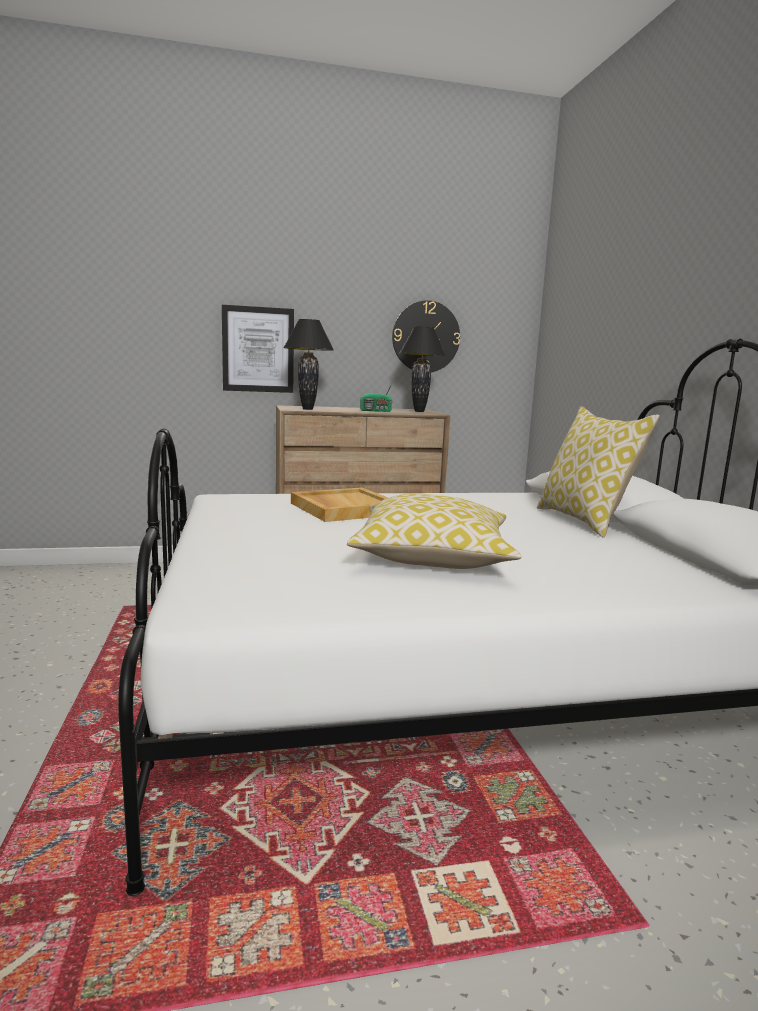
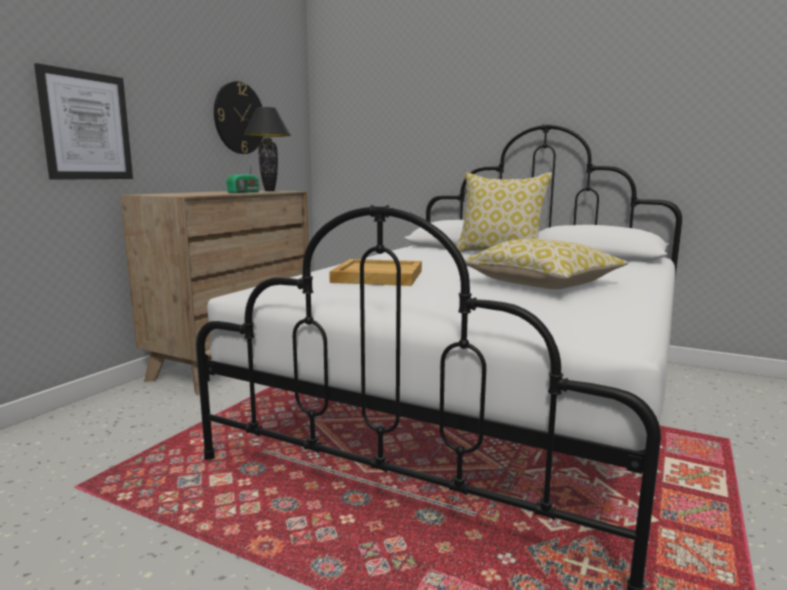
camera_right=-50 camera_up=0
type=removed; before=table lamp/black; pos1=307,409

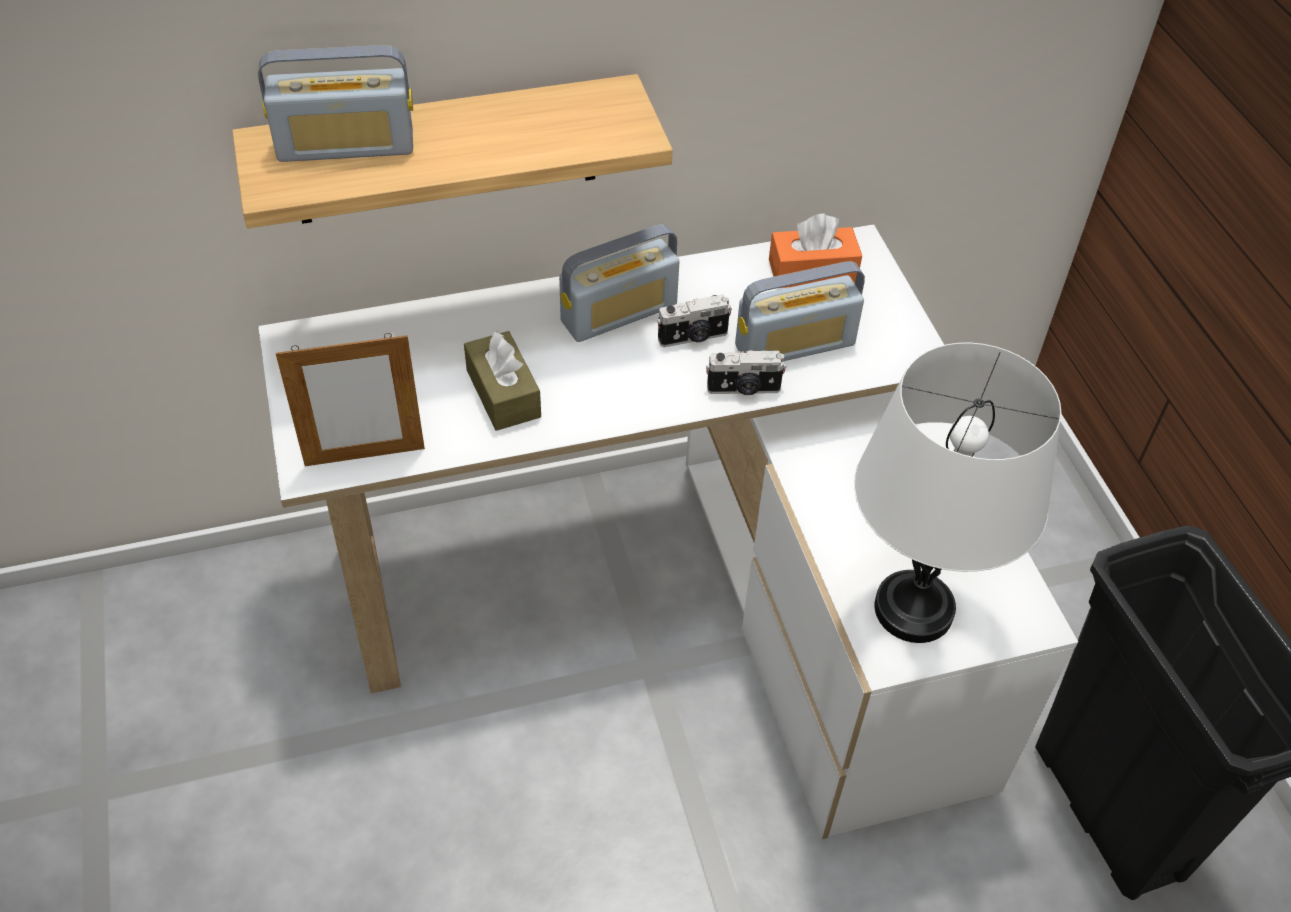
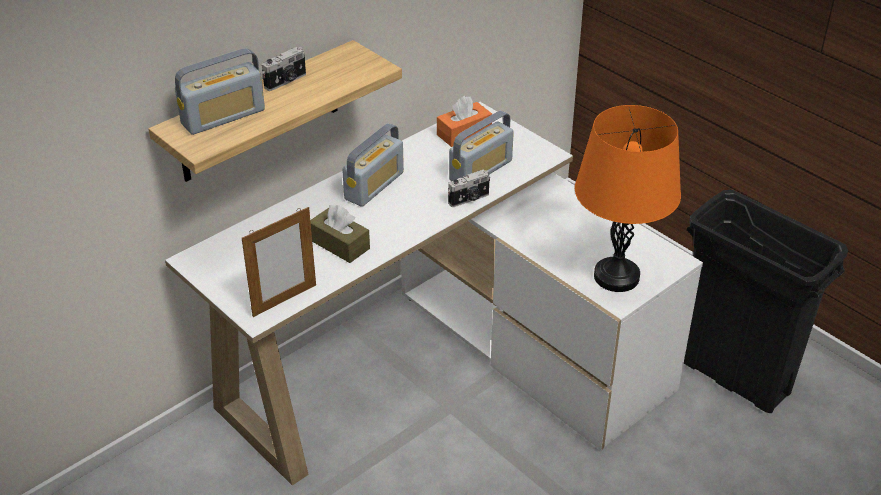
camera_right=-25 camera_up=-10
type=moved; before=photo camera; pos1=693,338; pos2=286,81
type=recoloured; before=table lamp/white-coloured; after=table lamp/orange-coloured; pos1=913,609; pos2=616,277

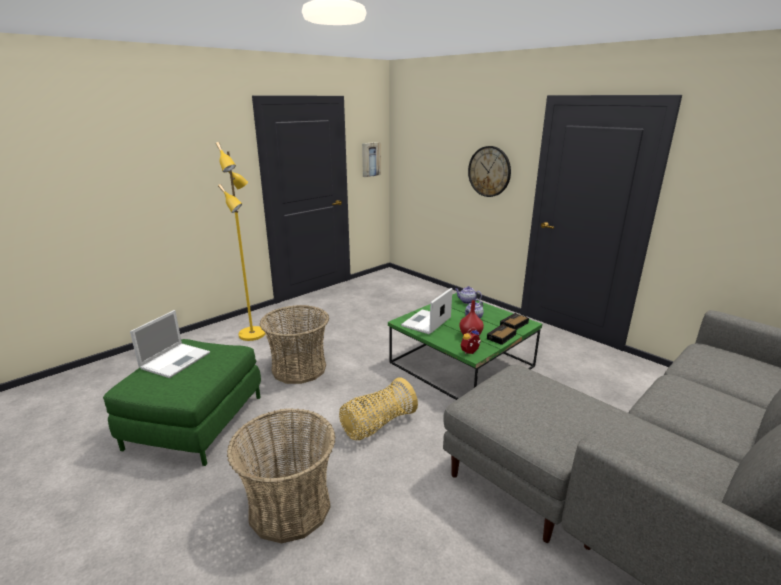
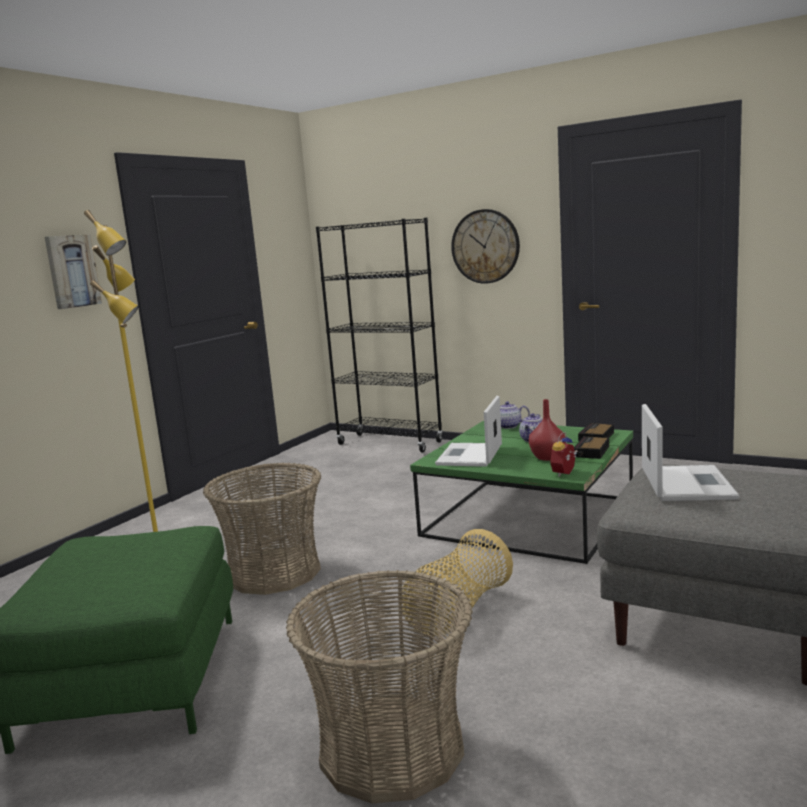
camera_right=-15 camera_up=-10
type=moved; before=wall picture; pos1=370,159; pos2=72,271
type=moved; before=notebook computer; pos1=176,360; pos2=686,483
type=added; after=bookcase/black; pos2=390,443

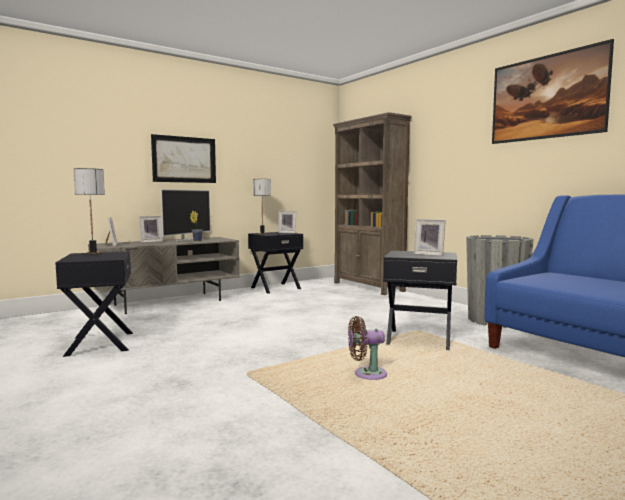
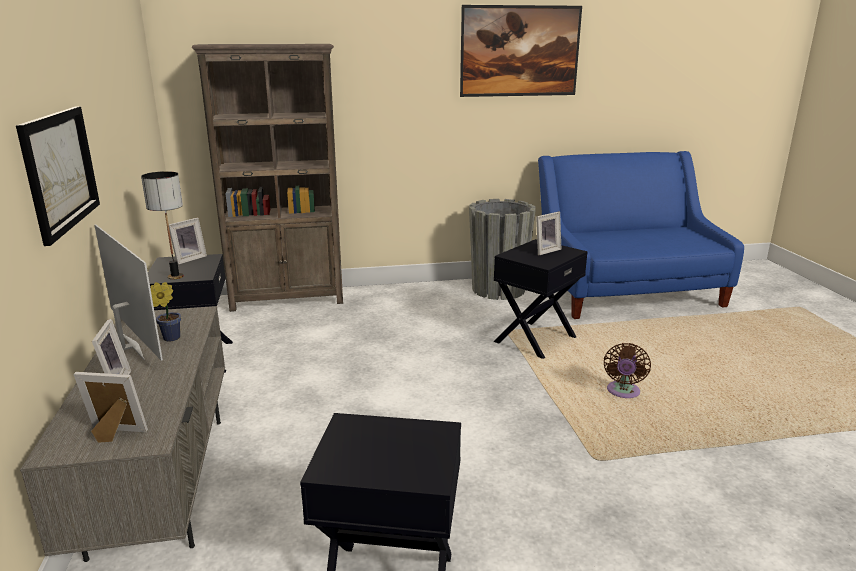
camera_right=-65 camera_up=15
type=removed; before=table lamp; pos1=92,253

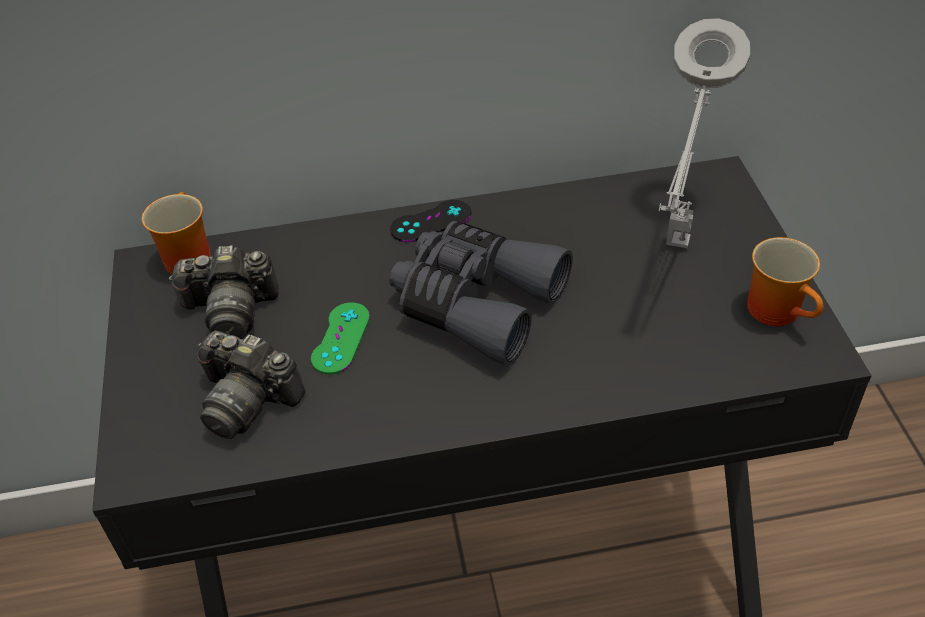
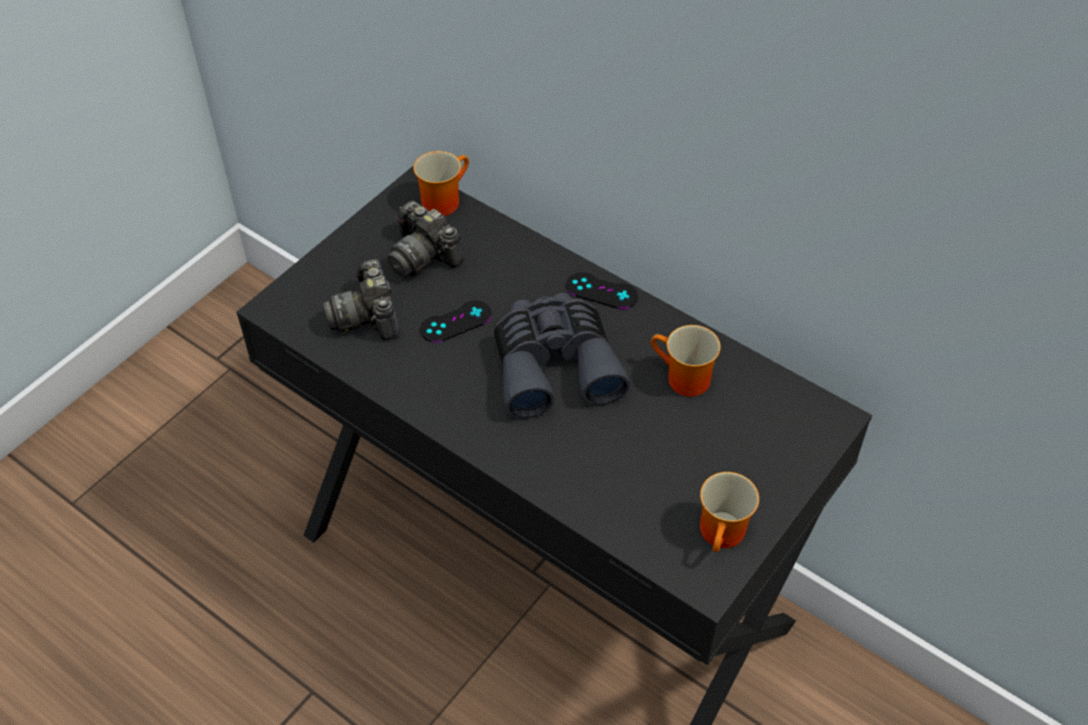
camera_right=45 camera_up=5
type=removed; before=table lamp/gray; pos1=676,248
type=recoloured; before=joypad/green; after=joypad/black; pos1=341,338; pos2=456,322
type=added; after=coffee mug; pos2=682,380

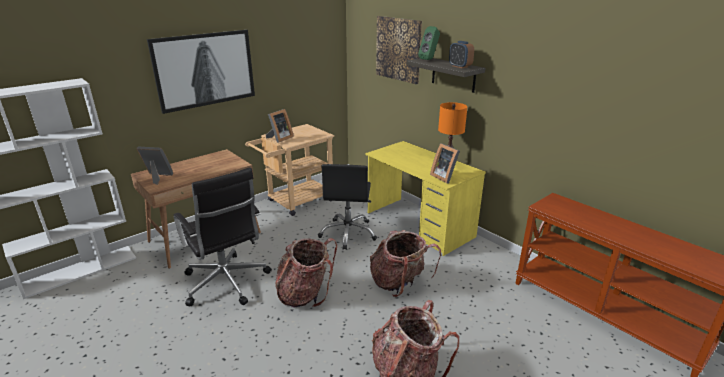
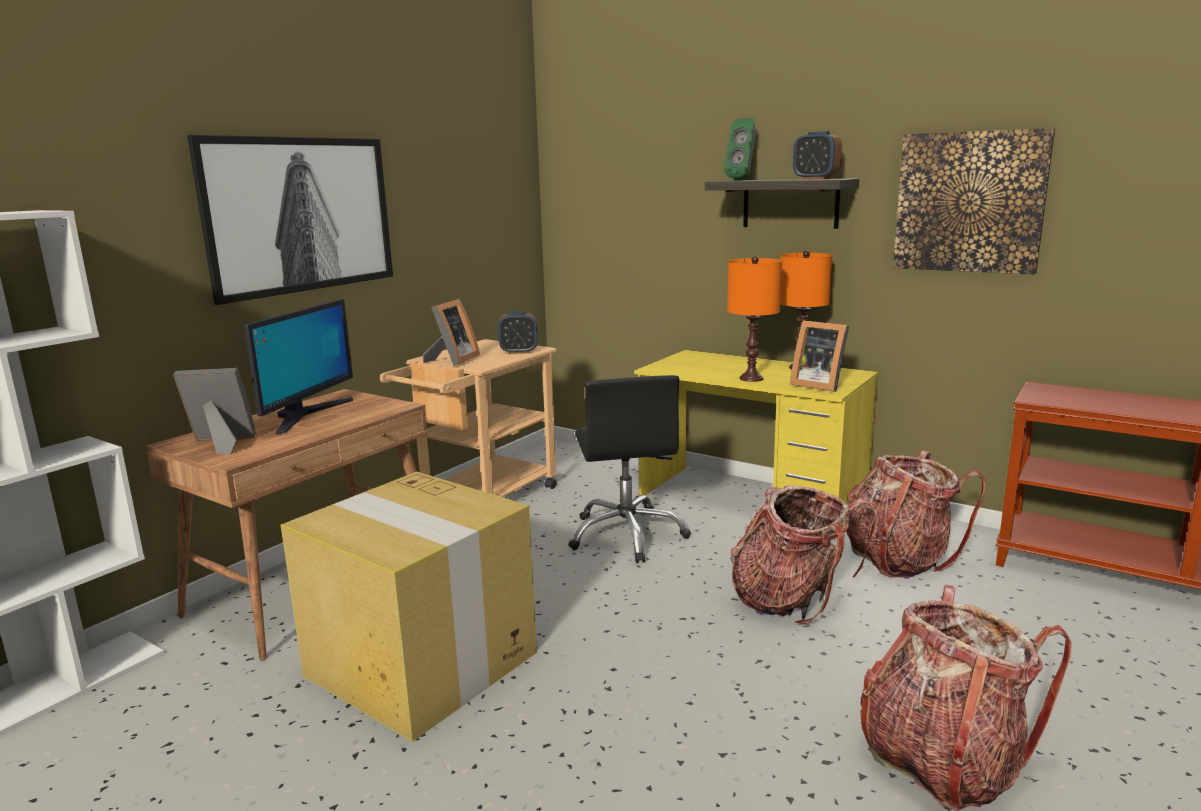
camera_right=-15 camera_up=-10
type=moved; before=wall picture; pos1=398,49; pos2=969,202
type=replaced; before=desk chair/black; after=cardboard box; pos1=226,283; pos2=423,665
type=moved; before=knapsack; pos1=305,294; pos2=899,559
type=added; after=table lamp/orange-coloured; pos2=751,378
type=added; after=monitor; pos2=306,415
type=added; after=alarm clock; pos2=519,352

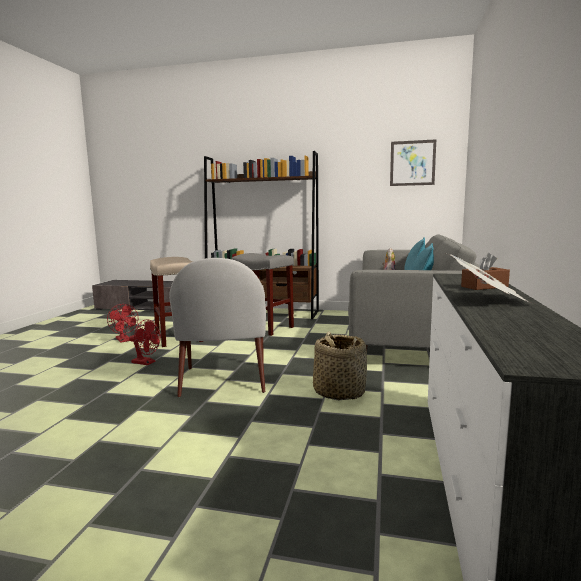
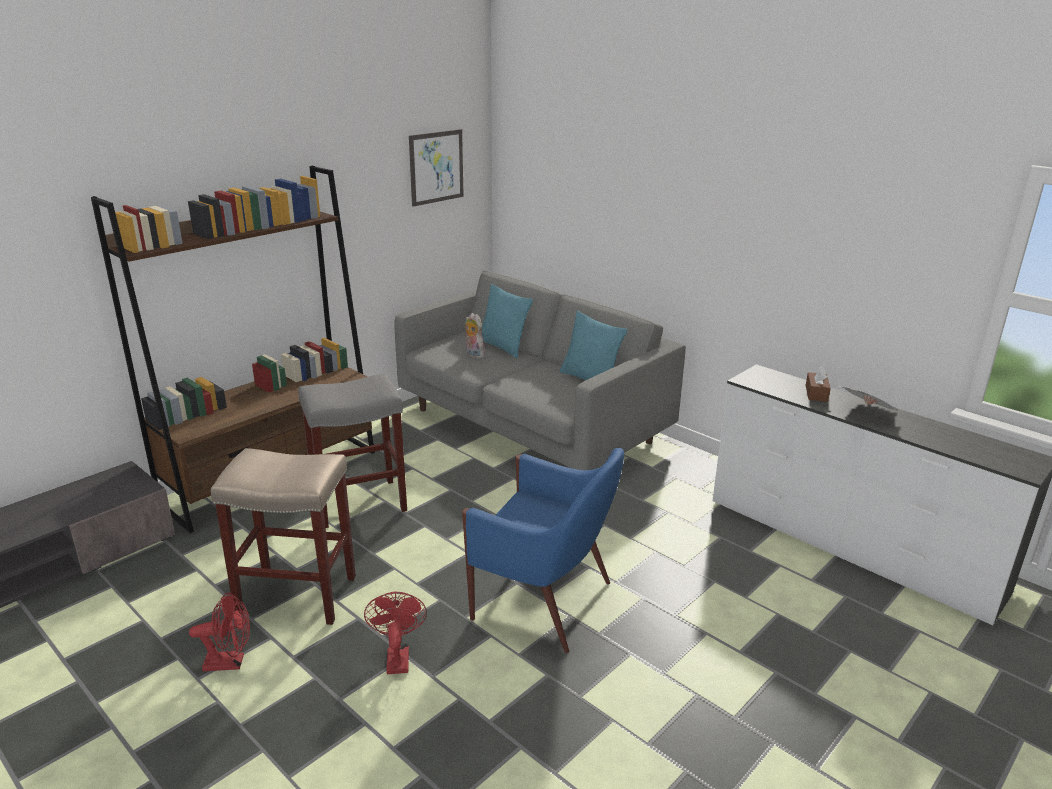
camera_right=-60 camera_up=15
type=recoloured; before=lounge chair/white-coloured; after=lounge chair/blue; pos1=223,380; pos2=545,602
type=turned; before=cooling fan/reddish; pos1=146,363; pos2=397,656; turn=-60
type=removed; before=household basket; pos1=339,391

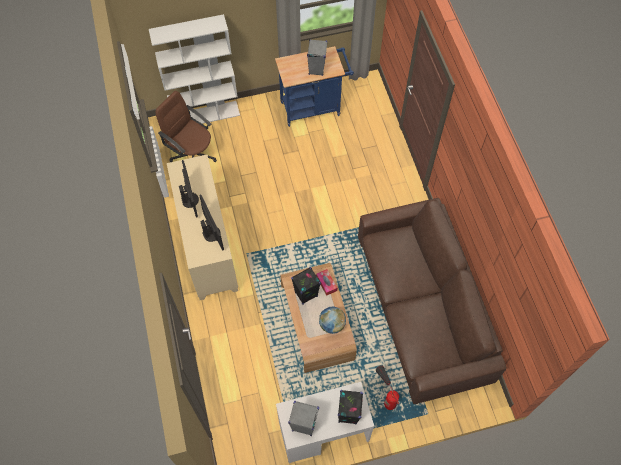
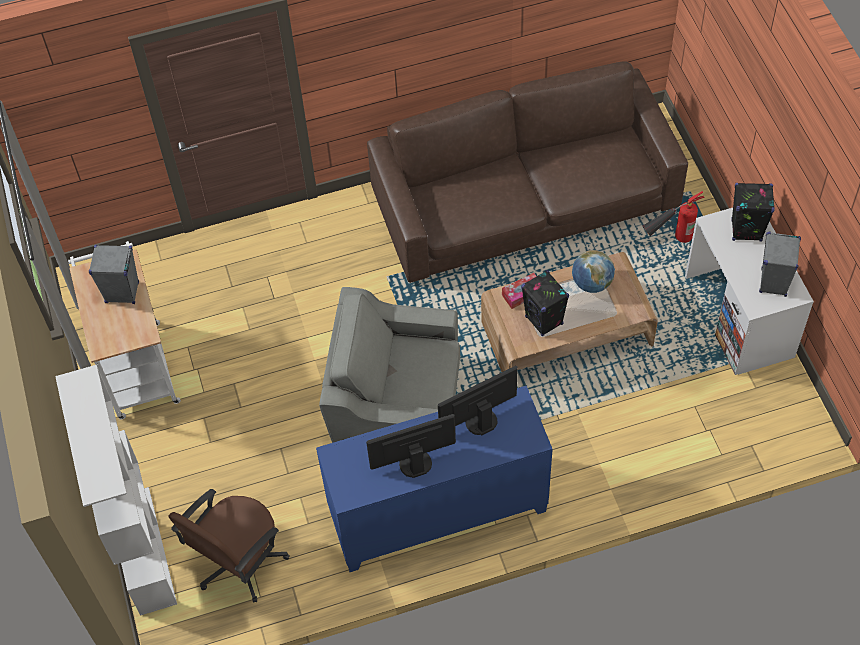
camera_right=-90 camera_up=-5
type=recoloured; before=wheeled cart/blue; after=wheeled cart/white-coloured; pos1=314,107; pos2=137,364
type=recoloured; before=storage cabinet/beige-coloured; after=storage cabinet/blue; pos1=207,245; pos2=438,512
type=added; after=lounge chair/gray; pos2=397,405

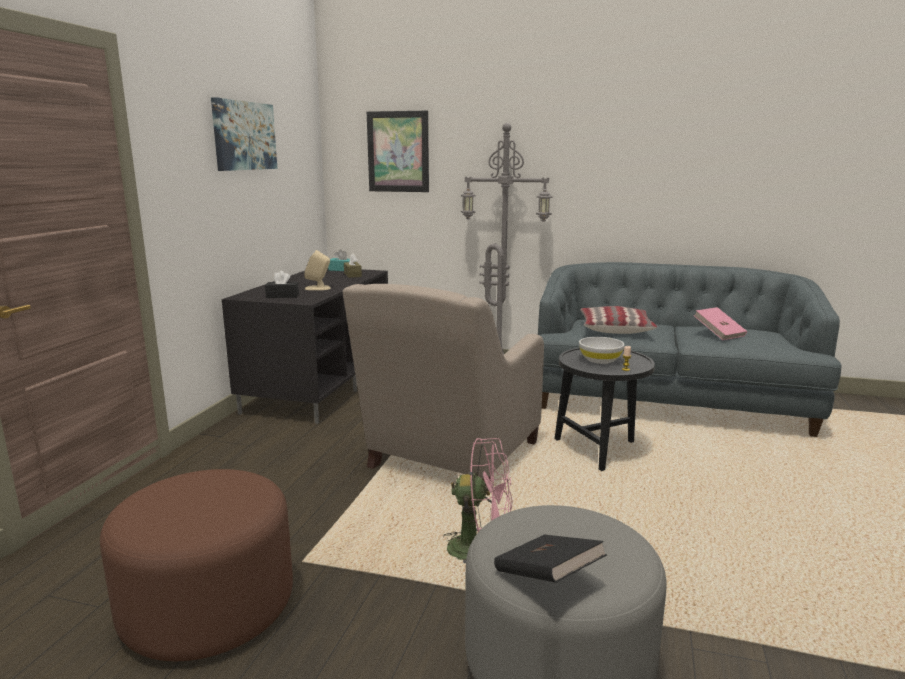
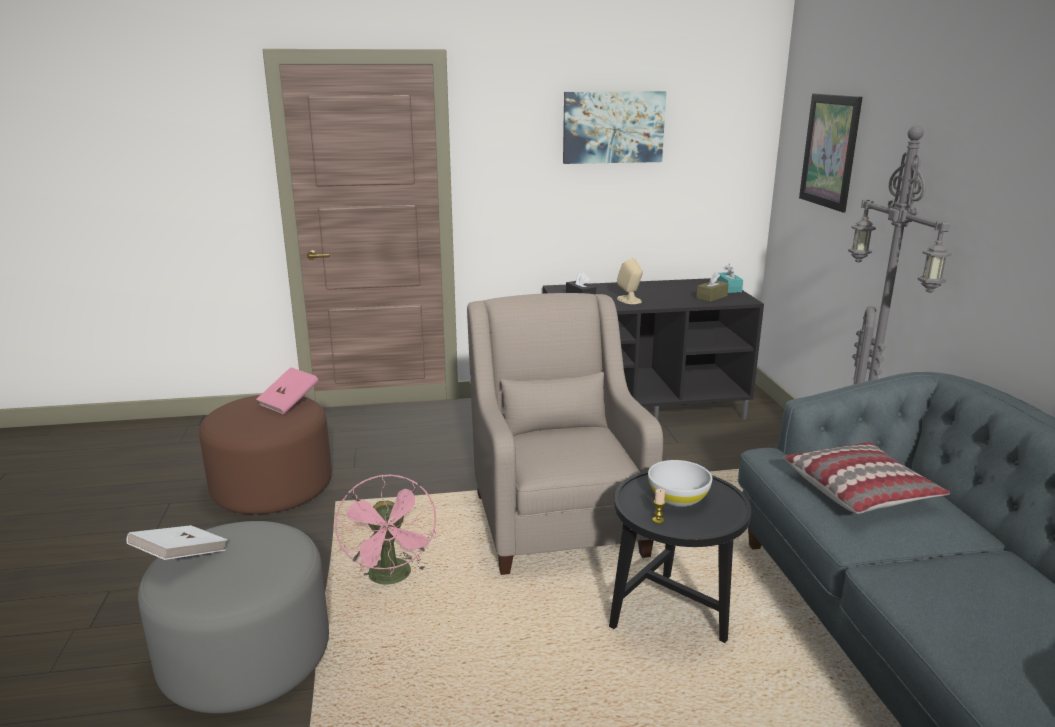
camera_right=65 camera_up=5
type=turned; before=lounge chair/beige-coloured; pos1=451,457; pos2=557,518; turn=75
type=moved; before=bound book/pinkish; pos1=719,334; pos2=289,402
type=recoloured; before=bound book/black; after=bound book/white-coloured; pos1=547,578; pos2=181,558

